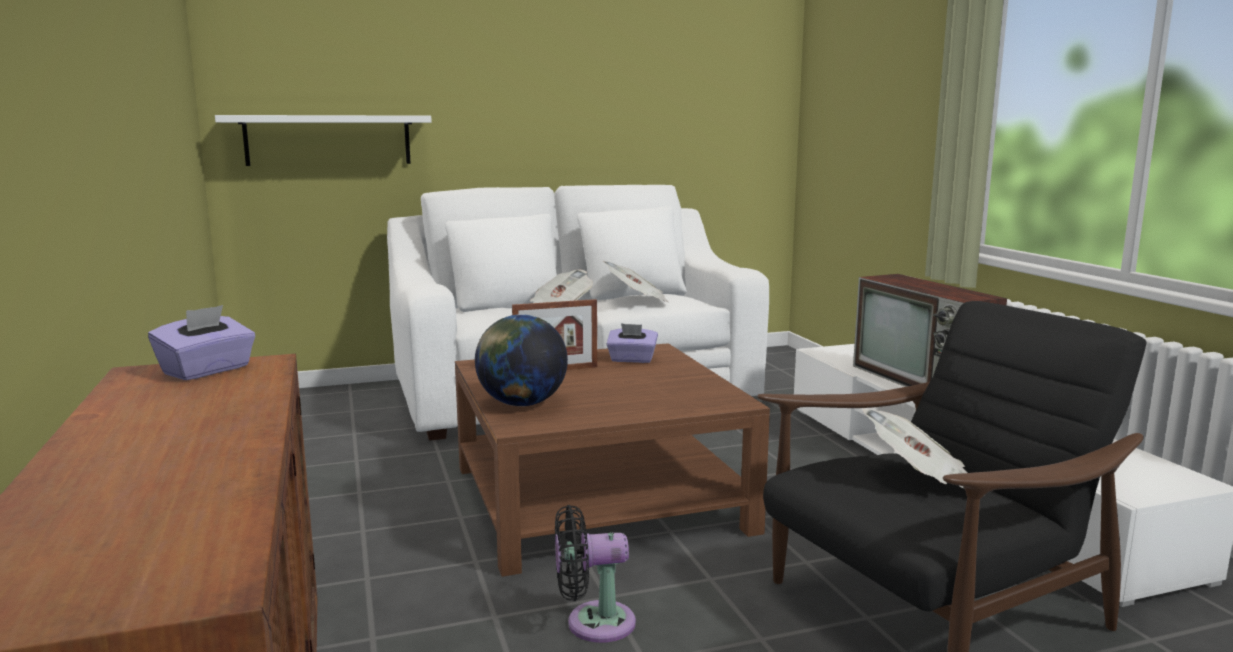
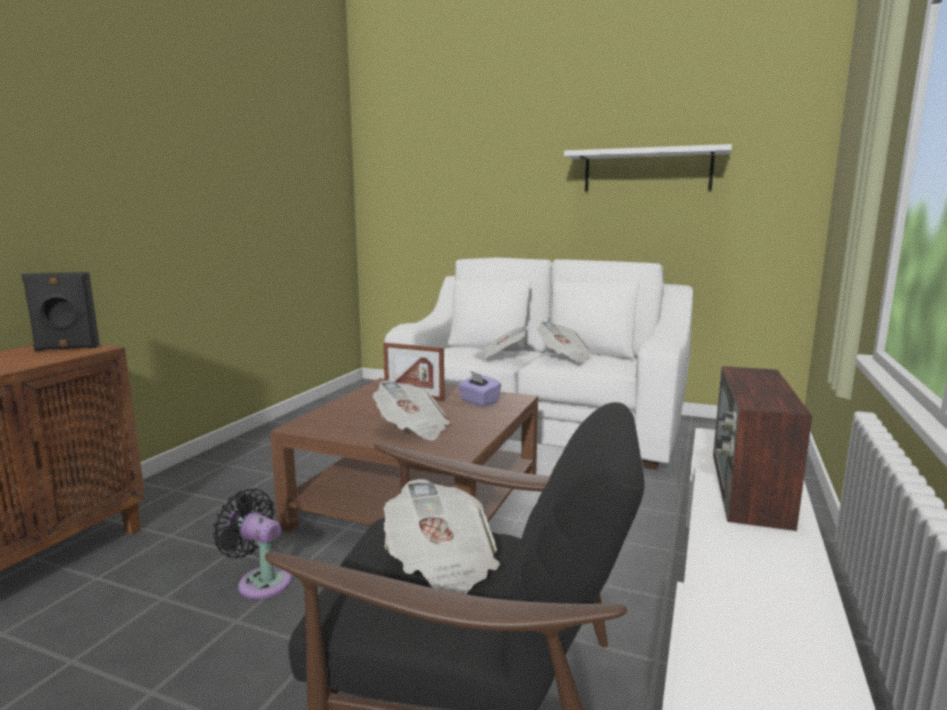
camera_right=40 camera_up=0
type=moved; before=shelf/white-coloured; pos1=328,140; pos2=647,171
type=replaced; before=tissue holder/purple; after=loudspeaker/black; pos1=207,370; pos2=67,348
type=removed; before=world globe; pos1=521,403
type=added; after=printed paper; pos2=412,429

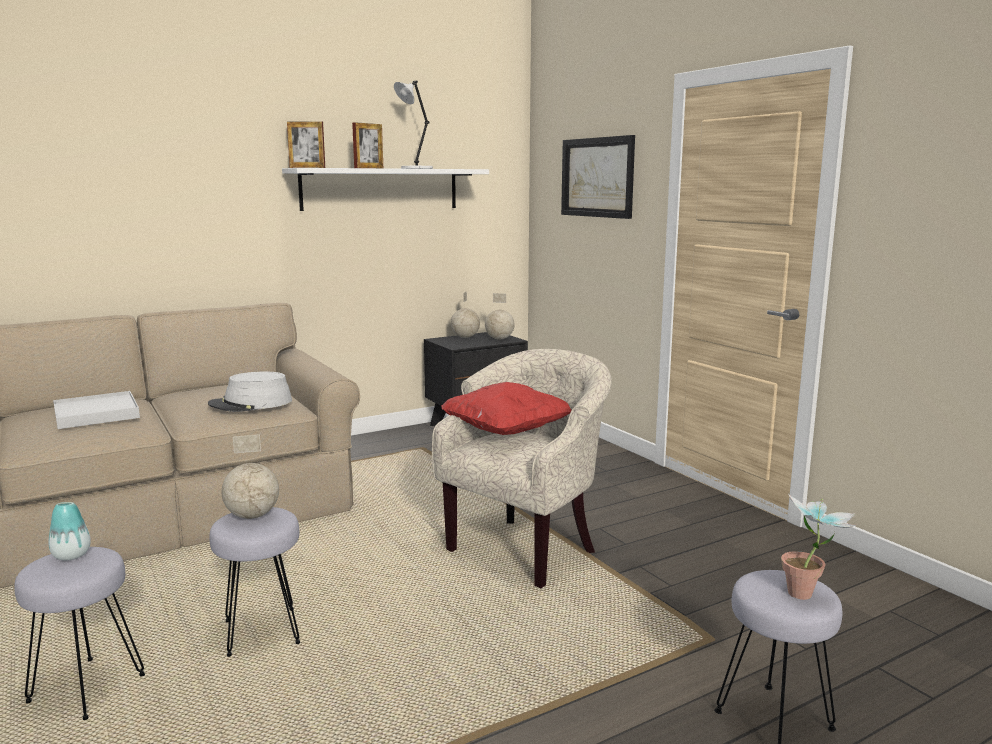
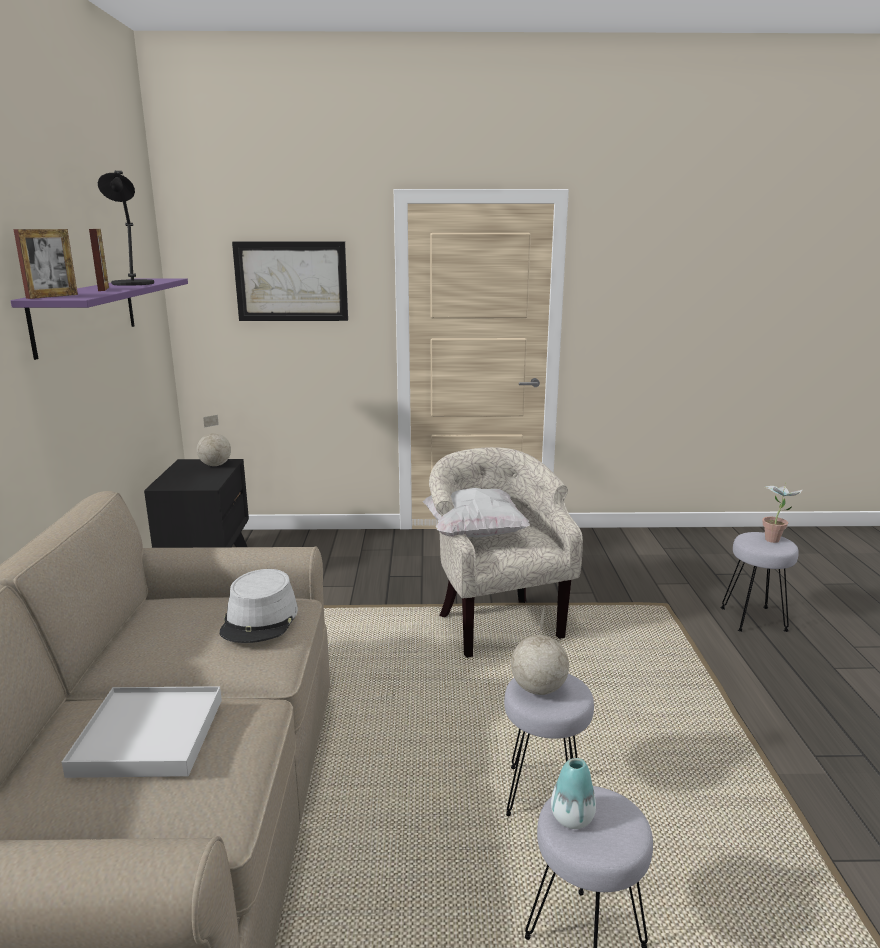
camera_right=-60 camera_up=5
type=recoloured; before=table lamp/white-coloured; after=table lamp/black; pos1=415,168; pos2=132,284
type=recoloured; before=shelf/white-coloured; after=shelf/purple; pos1=380,189; pos2=86,314
type=removed; before=world globe; pos1=465,337
type=recoloured; before=cushion/reddish; after=cushion/white-coloured; pos1=506,432; pos2=475,533

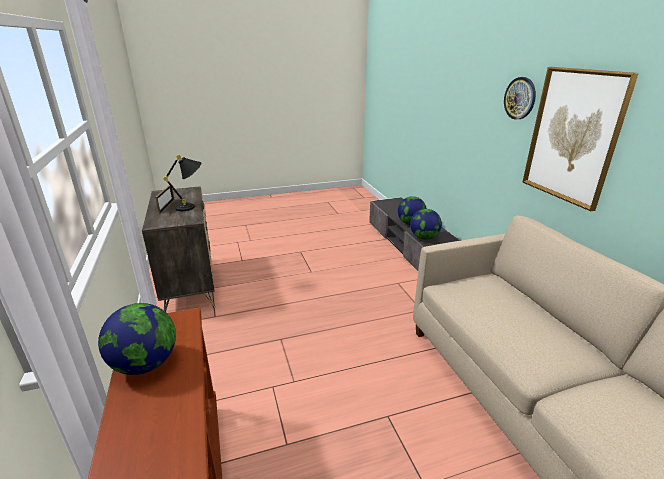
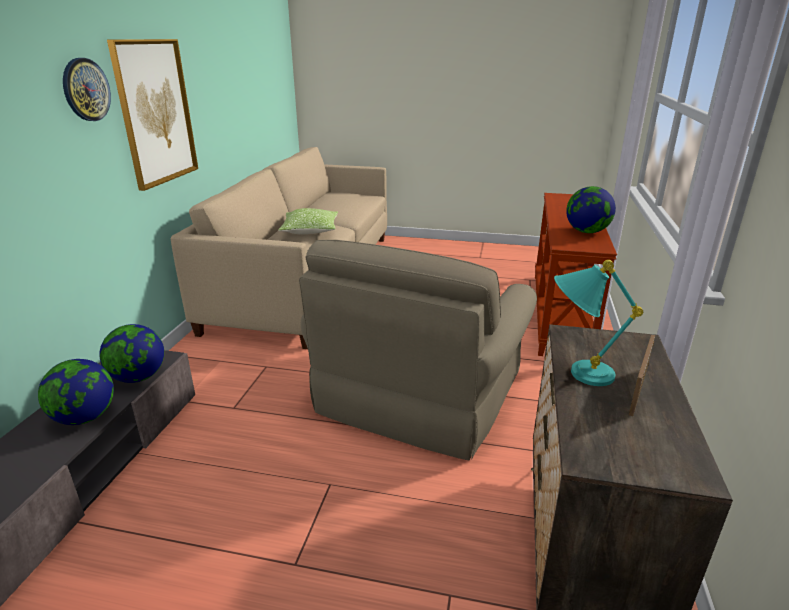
camera_right=-150 camera_up=0
type=recoloured; before=table lamp/black; after=table lamp/turquoise-coloured; pos1=192,207; pos2=575,372
type=added; after=cushion; pos2=310,230
type=added; after=lounge chair/beige-coloured; pos2=419,392

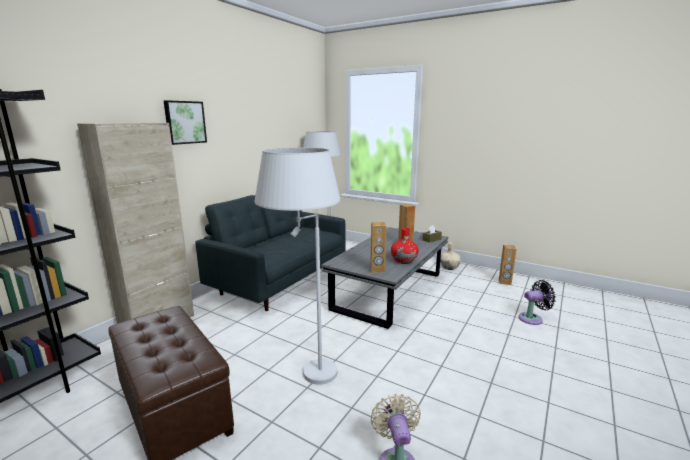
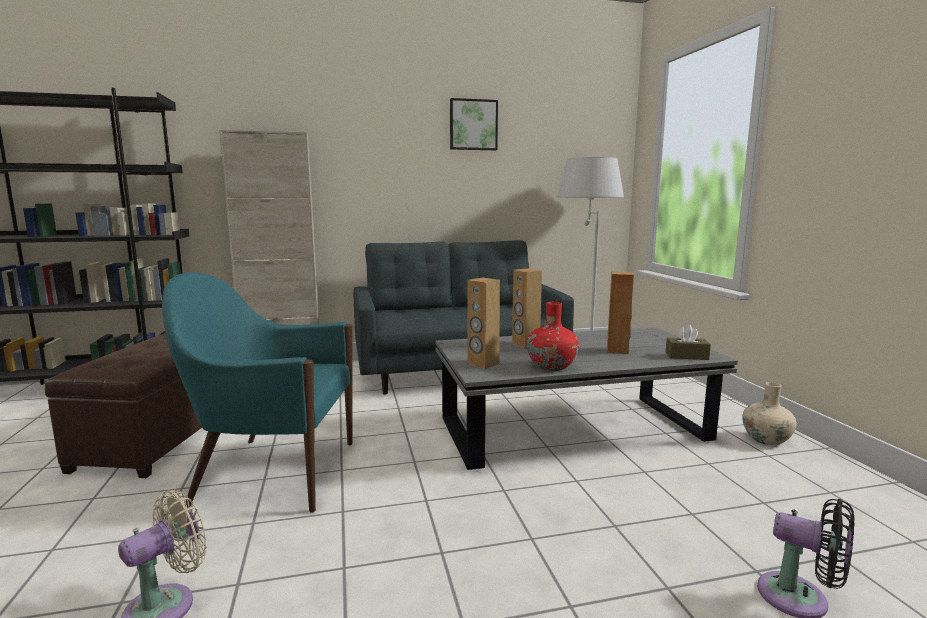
camera_right=45 camera_up=-5
type=moved; before=wall picture; pos1=184,122; pos2=473,125
type=replaced; before=floor lamp/white-coloured; after=lounge chair/turquoise-coloured; pos1=304,381; pos2=273,472
type=moved; before=loudspeaker/brown-coloured; pos1=504,282; pos2=525,344

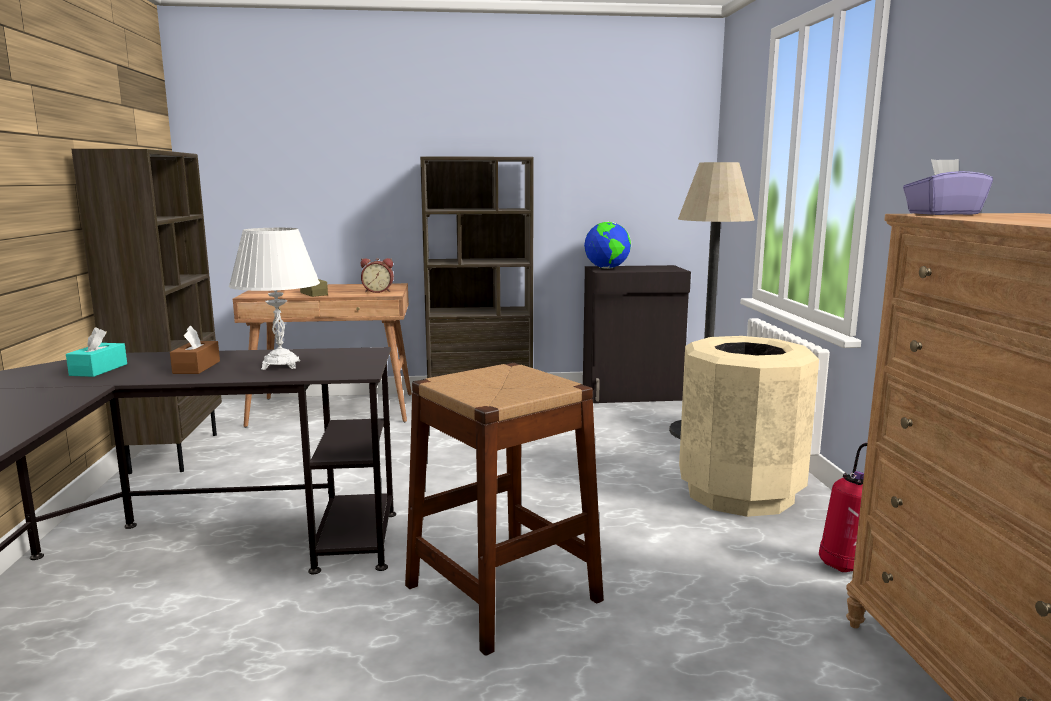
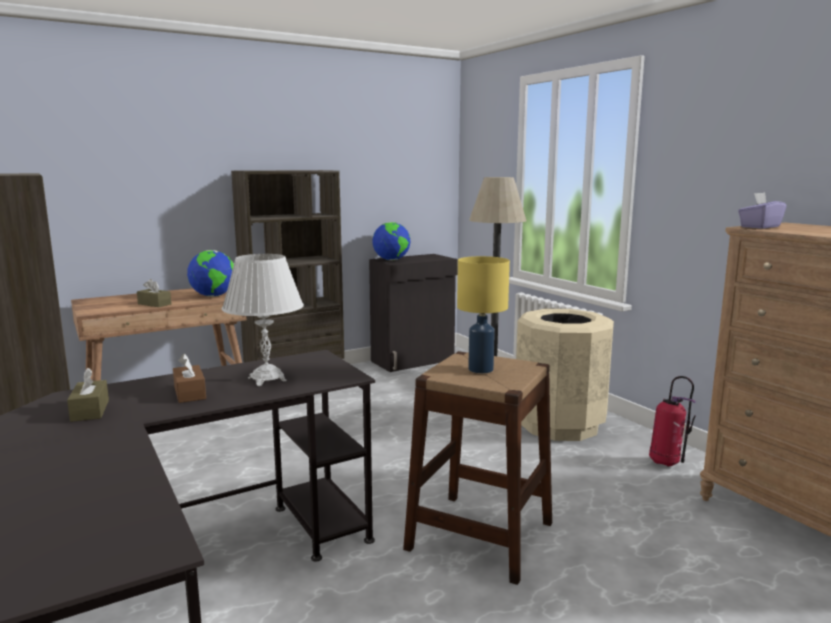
camera_right=-25 camera_up=0
type=replaced; before=alarm clock; after=world globe; pos1=378,291; pos2=213,296
type=recoloured; before=tissue holder/turquoise-coloured; after=tissue holder/brown-coloured; pos1=99,370; pos2=90,410
type=added; after=table lamp/yellow; pos2=480,369

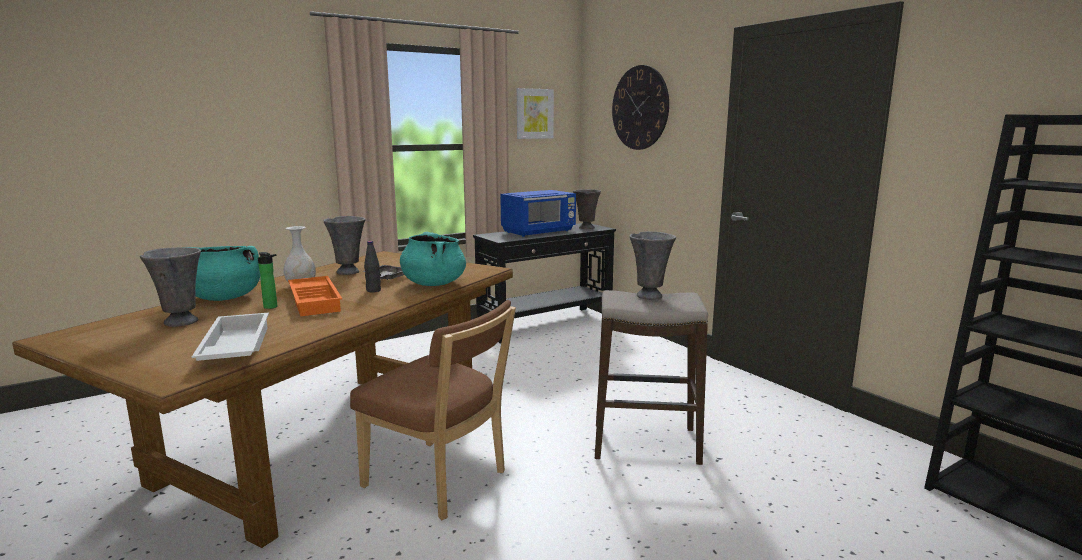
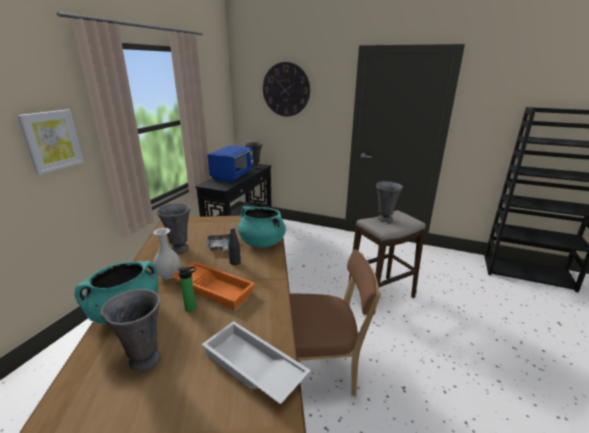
camera_right=-35 camera_up=10
type=moved; before=wall picture; pos1=534,113; pos2=52,141

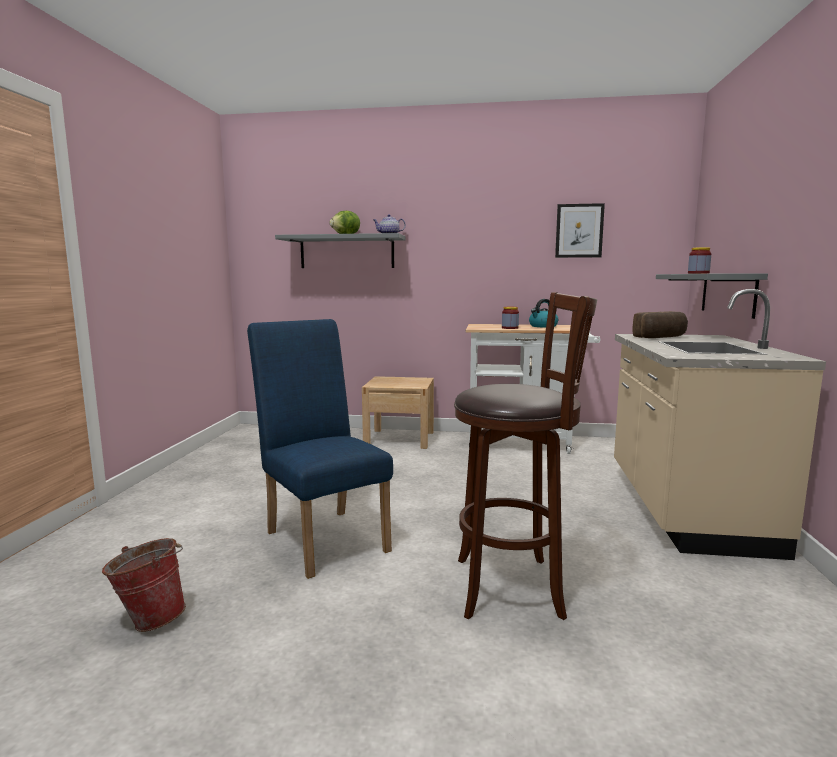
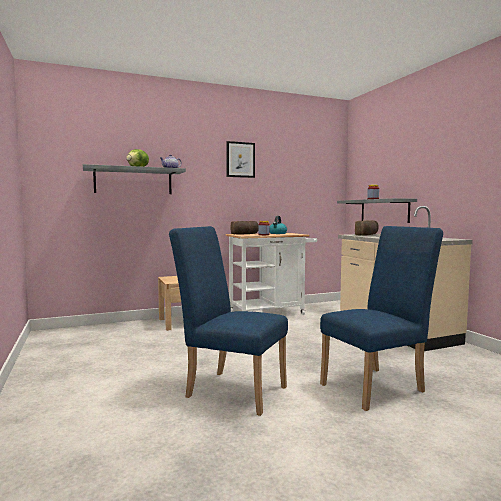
camera_right=-30 camera_up=-5
type=moved; before=wall picture; pos1=579,231; pos2=240,159
type=replaced; before=stool seat/brown-coloured; after=upright chair/blue; pos1=515,587; pos2=378,386
type=removed; before=water bucket; pos1=150,619
type=added; after=bread; pos2=245,234

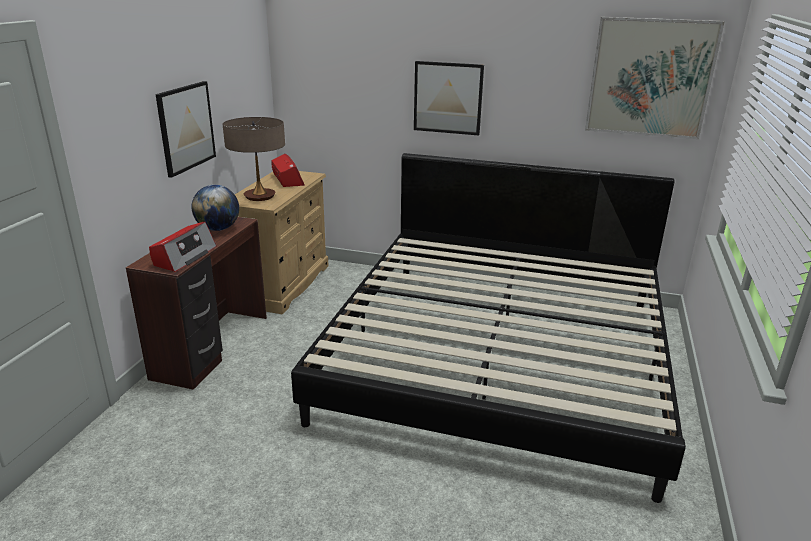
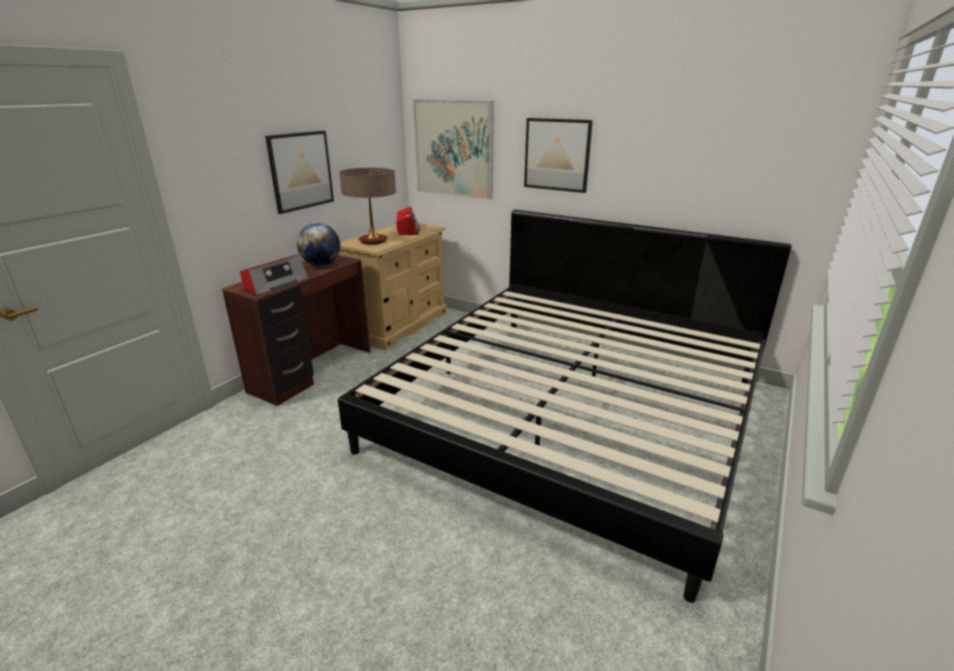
camera_right=15 camera_up=0
type=moved; before=wall picture; pos1=650,78; pos2=453,149

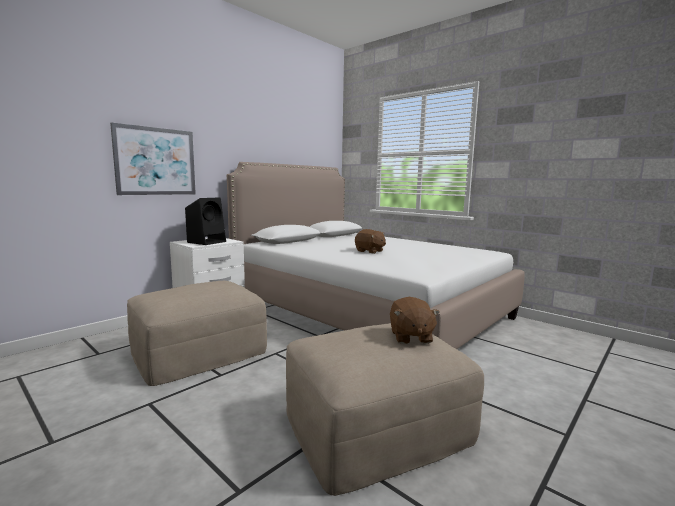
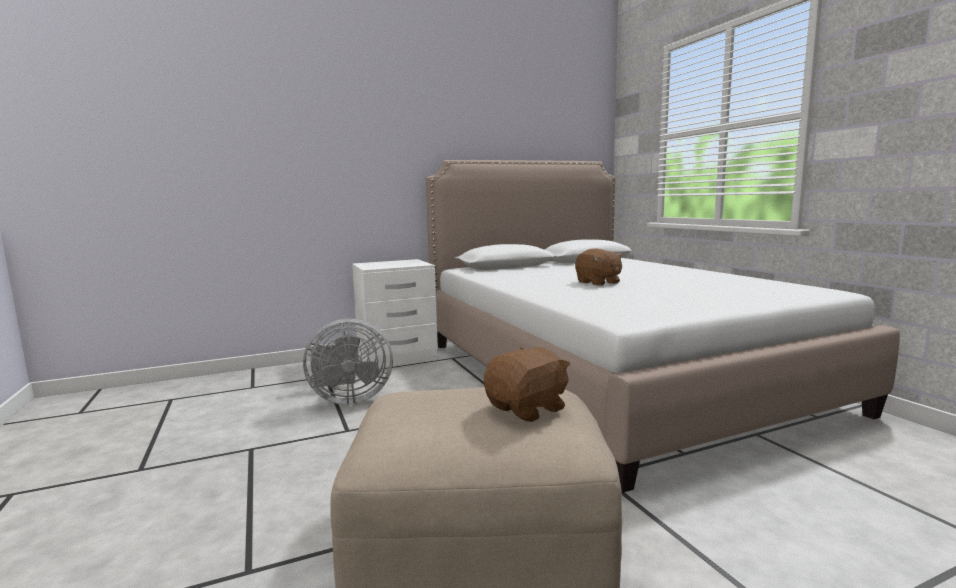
camera_right=25 camera_up=0
type=removed; before=wall picture; pos1=156,161
type=removed; before=loudspeaker/black; pos1=207,242
type=replaced; before=footrest/beige-coloured; after=cooling fan/gray; pos1=198,351; pos2=348,399
type=turned; before=plush toy/brown-coloured; pos1=410,337; pos2=528,409; turn=-150

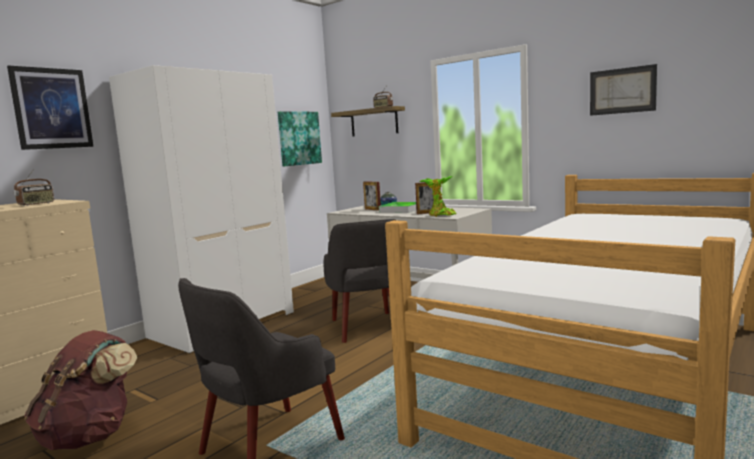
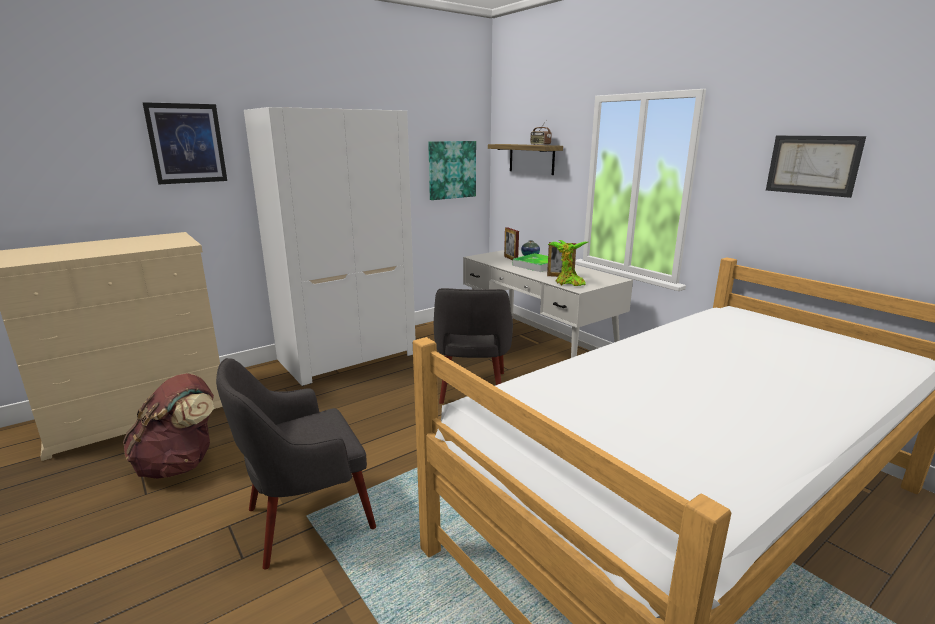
camera_right=15 camera_up=10
type=removed; before=radio set; pos1=36,204

